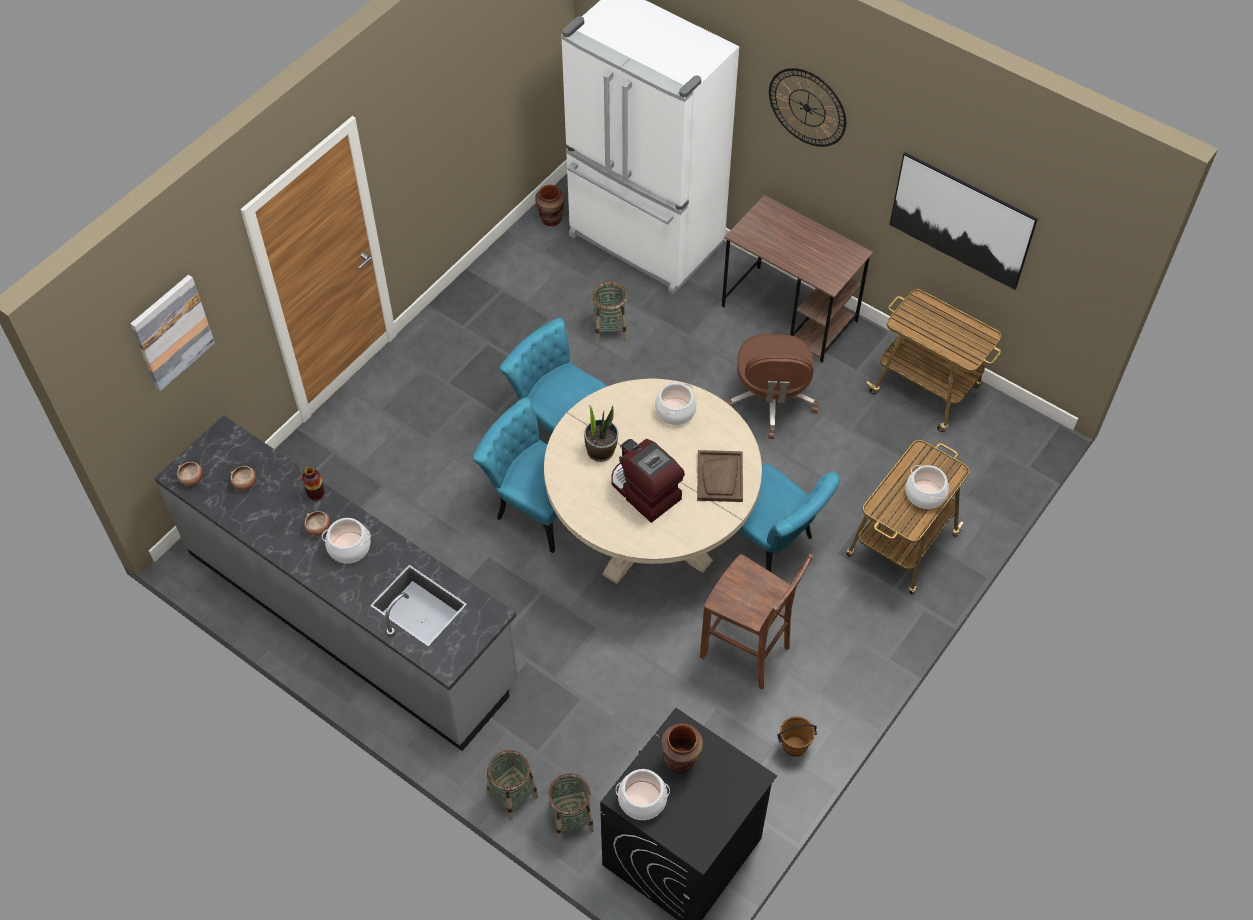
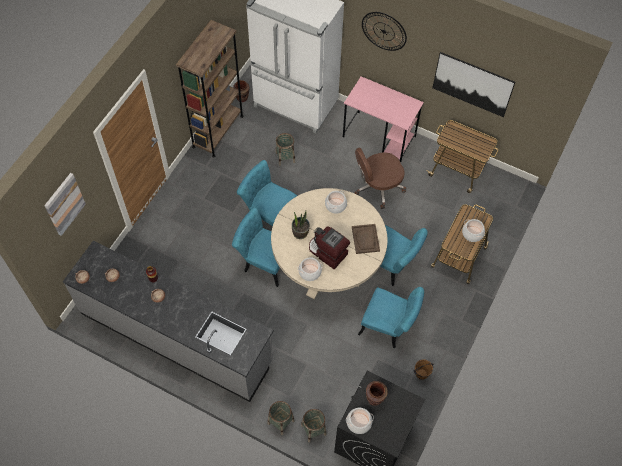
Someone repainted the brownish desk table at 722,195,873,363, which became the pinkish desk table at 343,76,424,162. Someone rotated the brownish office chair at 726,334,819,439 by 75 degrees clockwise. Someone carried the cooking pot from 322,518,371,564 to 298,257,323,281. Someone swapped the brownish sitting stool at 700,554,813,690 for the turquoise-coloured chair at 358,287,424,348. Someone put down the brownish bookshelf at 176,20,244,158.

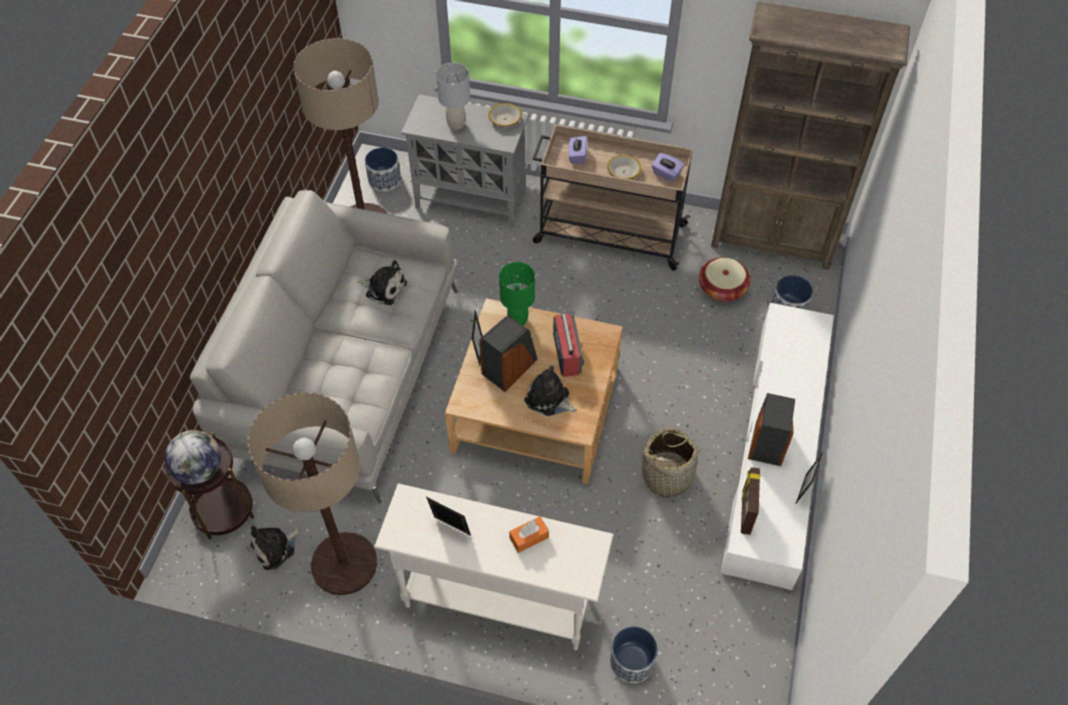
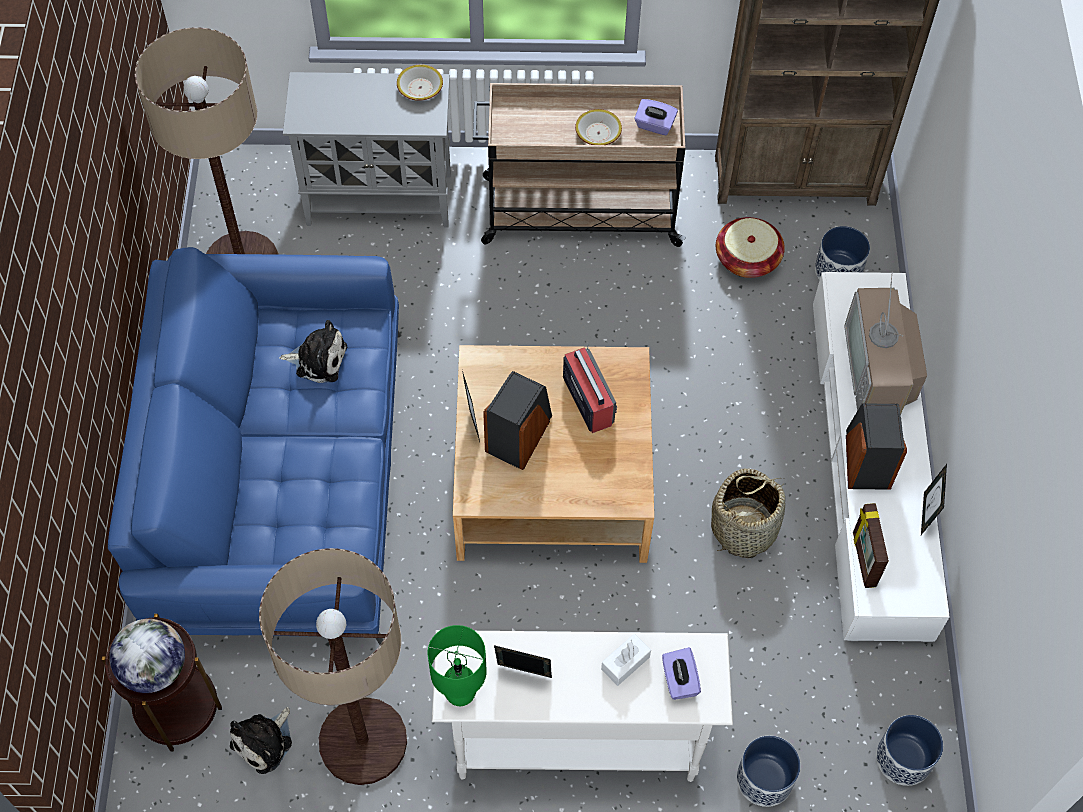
Someone took away the grey lamp for a table at 436,63,470,130. Someone carried the purplish box of tissues from 568,136,587,164 to 662,647,701,700. Someone carried the flower pot from 365,147,401,192 to 876,715,943,786. Someone repainted the grey settee at 190,190,458,504, which became the bluish settee at 108,247,401,645. Someone carried the greenish lamp for a table from 499,262,535,326 to 428,625,487,706. Someone took away the plush toy at 524,365,577,416. Someone repainted the orange-coloured box of tissues at 509,516,549,553, which became the white box of tissues at 601,634,651,686. Someone put down the TV at 845,271,927,413.

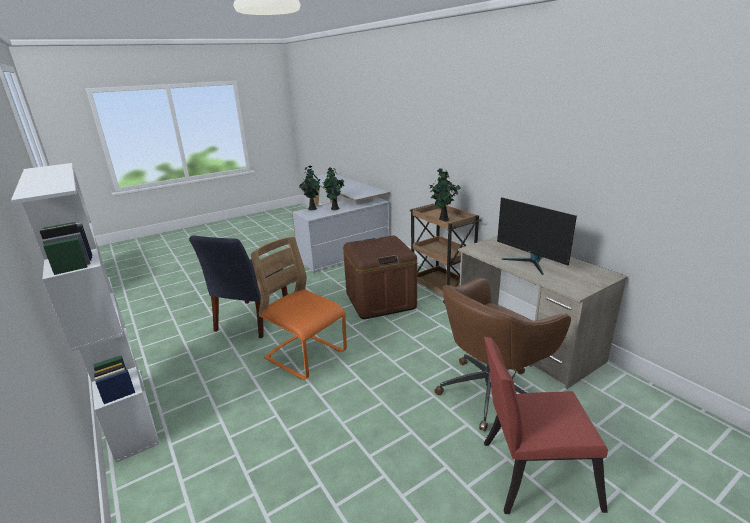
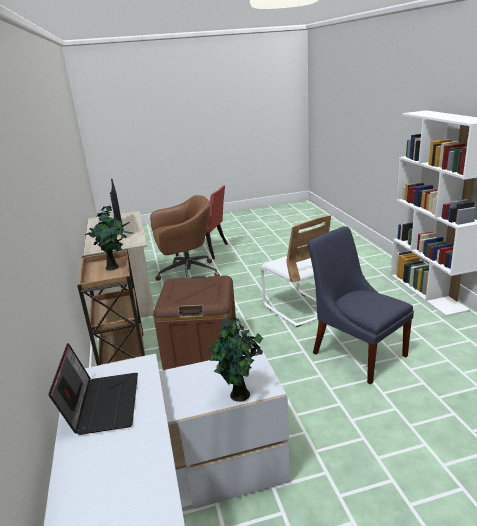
Someone took away the plant in a pot at 323,167,345,210. Someone rotated the bluish chair at 189,235,288,338 by 75 degrees counterclockwise. Someone repainted the orange-coloured chair at 251,236,347,380, which became the white chair at 260,215,331,327. Someone put down the portable computer at 48,343,138,435.

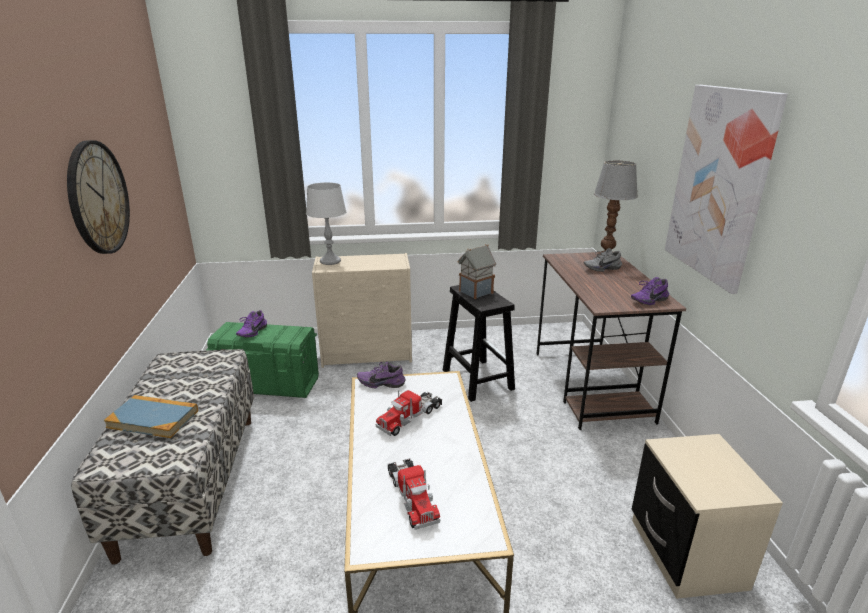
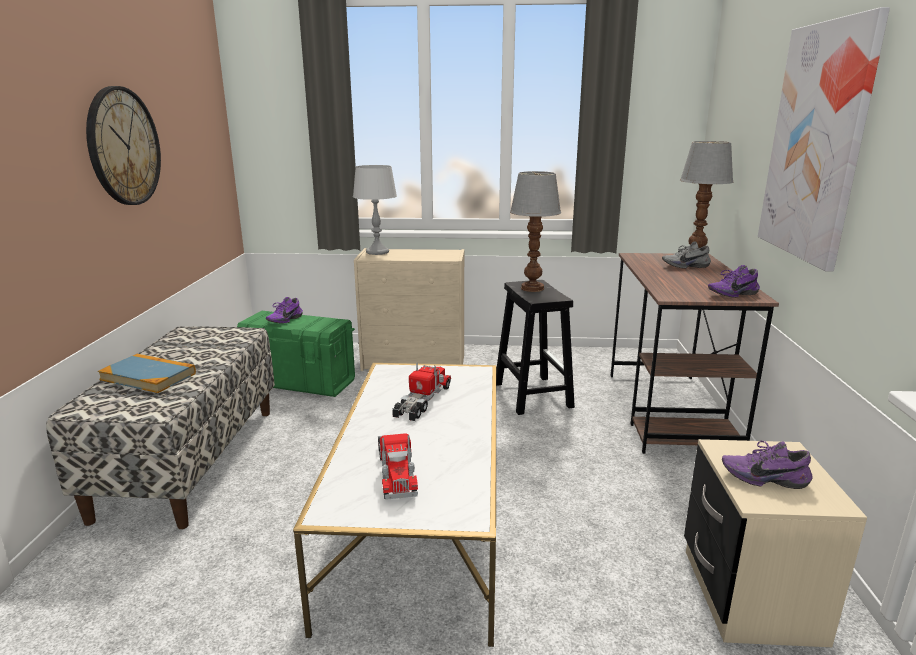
Someone swapped the model house at 458,244,496,299 for the lamp for a table at 510,171,561,292. Someone carried the purplish shoe from 357,362,405,389 to 722,441,813,489. Someone rotated the toy lorry at 376,390,442,436 by 150 degrees clockwise.

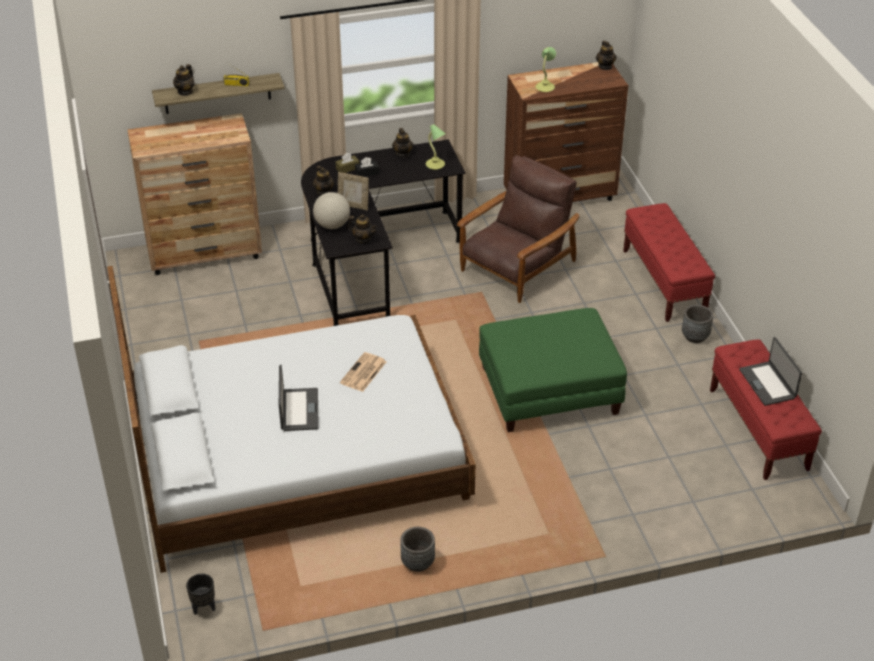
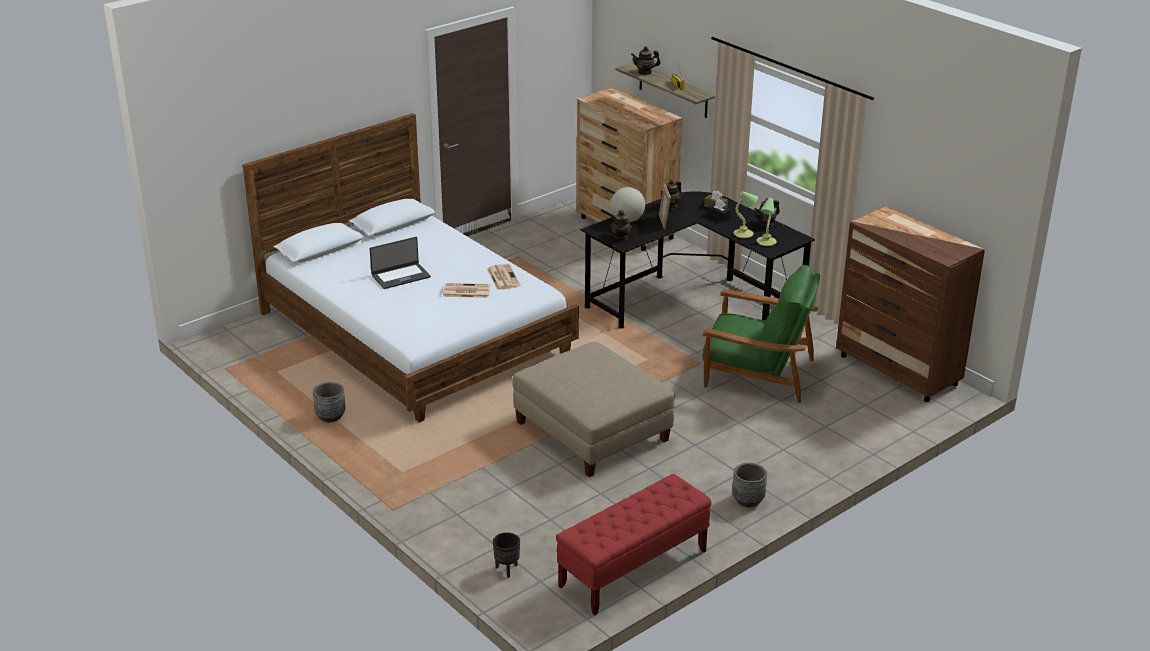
Someone took away the pot for tea at 596,41,617,70. Someone carried the lamp for a table from 536,47,556,92 to 734,191,758,238. Someone repainted the brownish easy chair at 457,155,579,303, which became the greenish easy chair at 702,265,820,403. Someone took away the red-coloured bench at 623,203,715,322. Someone repainted the greenish ottoman at 479,308,627,432, which became the beige-coloured ottoman at 513,342,675,477. Someone took away the portable computer at 739,337,802,406. Someone carried the black-coloured flower pot from 186,574,215,615 to 493,532,520,578. Someone put down the newspaper at 487,264,520,290.

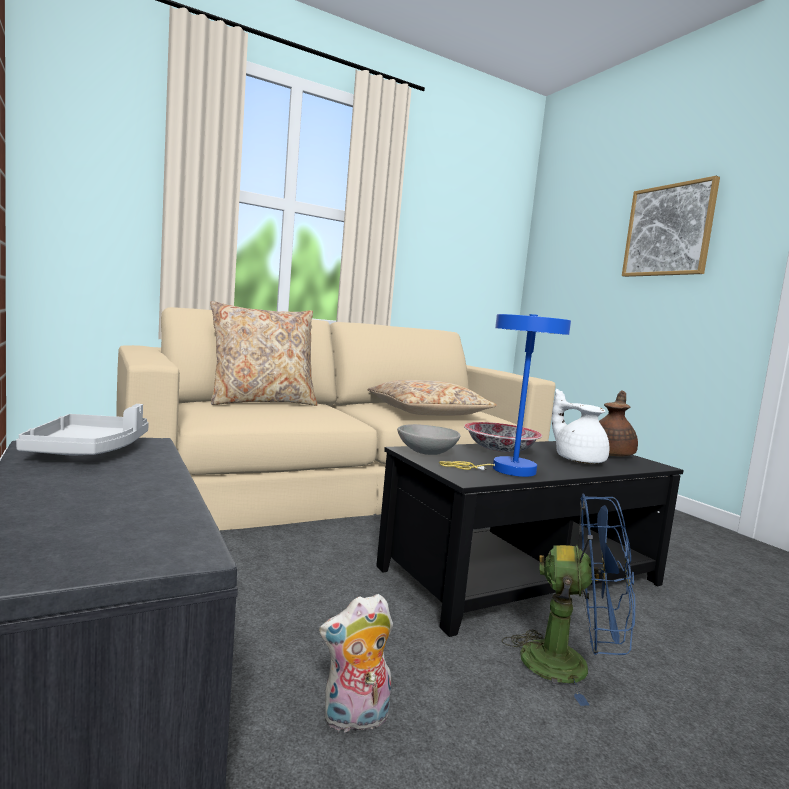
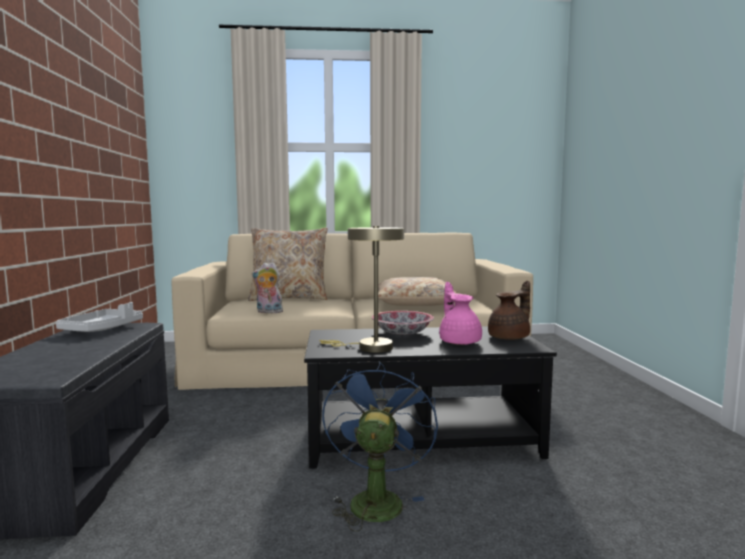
Someone took away the wall picture at 622,176,720,277. Someone repainted the bluish lamp for a table at 439,314,571,477, which became the beige-coloured lamp for a table at 319,226,404,353. Someone repainted the white pot for tea at 552,389,610,464, which became the pinkish pot for tea at 439,282,482,345. Someone took away the grey serving bowl at 397,424,461,455. Someone rotated the bluish cooling fan at 502,494,635,706 by 120 degrees counterclockwise. Someone carried the plush toy from 319,594,393,734 to 252,262,285,313.

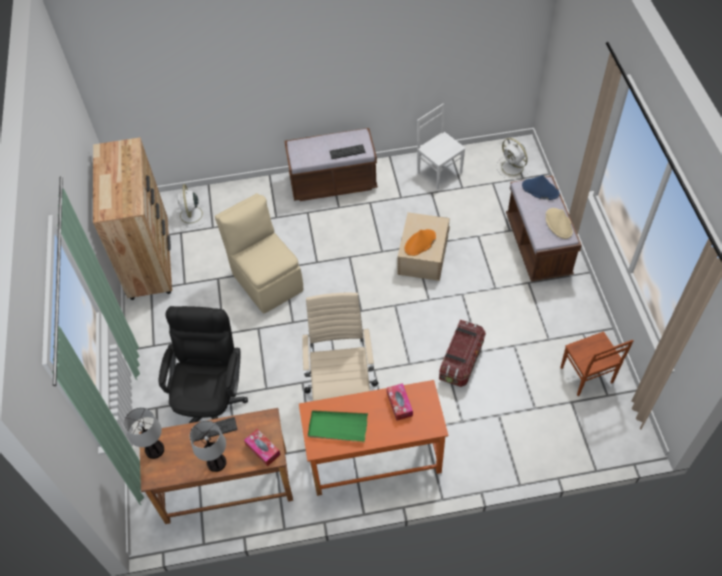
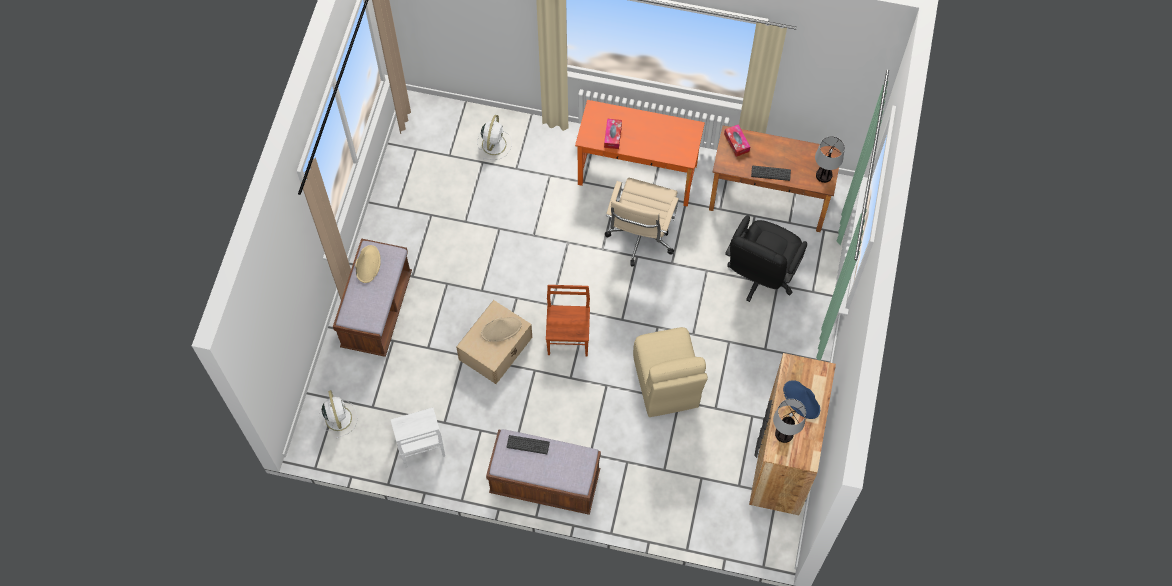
Someone carried the bluish wearable hat from 522,175,560,200 to 783,380,820,419. Someone carried the white cooling fan from 176,184,208,228 to 477,115,512,160. Someone repainted the orange-coloured wearable hat at 404,229,436,256, which became the beige-coloured wearable hat at 481,317,522,342. Someone took away the storage box at 439,320,486,387. Someone carried the brownish chair from 560,331,634,396 to 546,285,590,356. Someone took away the greenish carrying tray at 308,410,368,442. Someone carried the lamp for a table from 190,421,226,472 to 773,399,806,443.

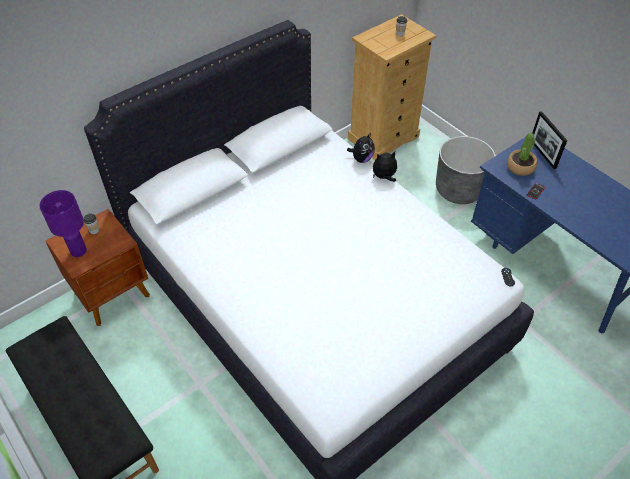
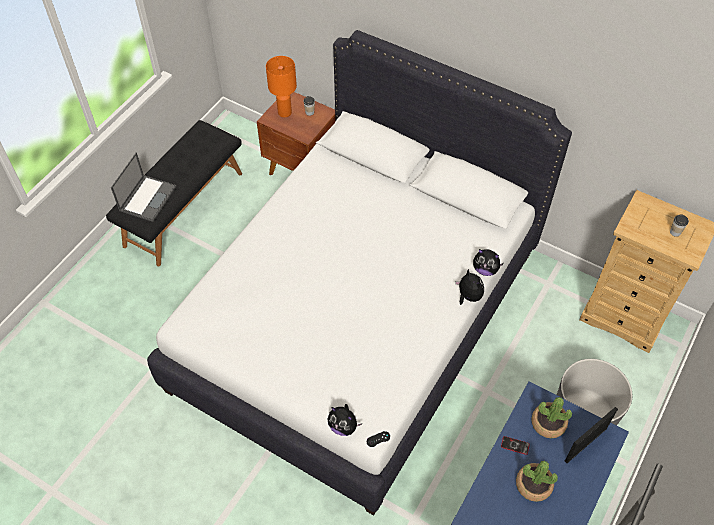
Someone repainted the purplish lamp for a table at 39,190,87,257, which became the orange-coloured lamp for a table at 266,56,297,117. Someone put down the portable computer at 111,153,176,222. Someone put down the plush toy at 327,404,362,436. Someone put down the plant in a pot at 516,460,558,502.

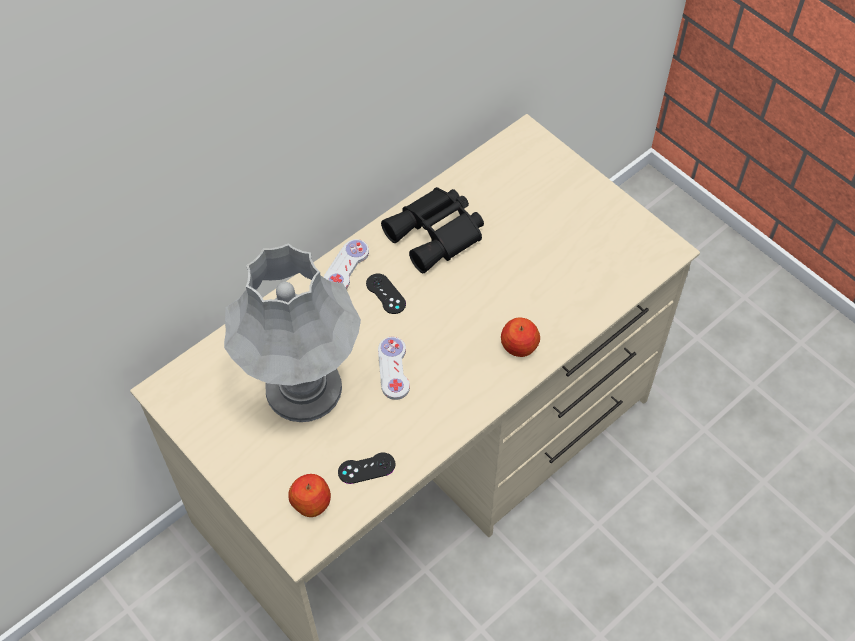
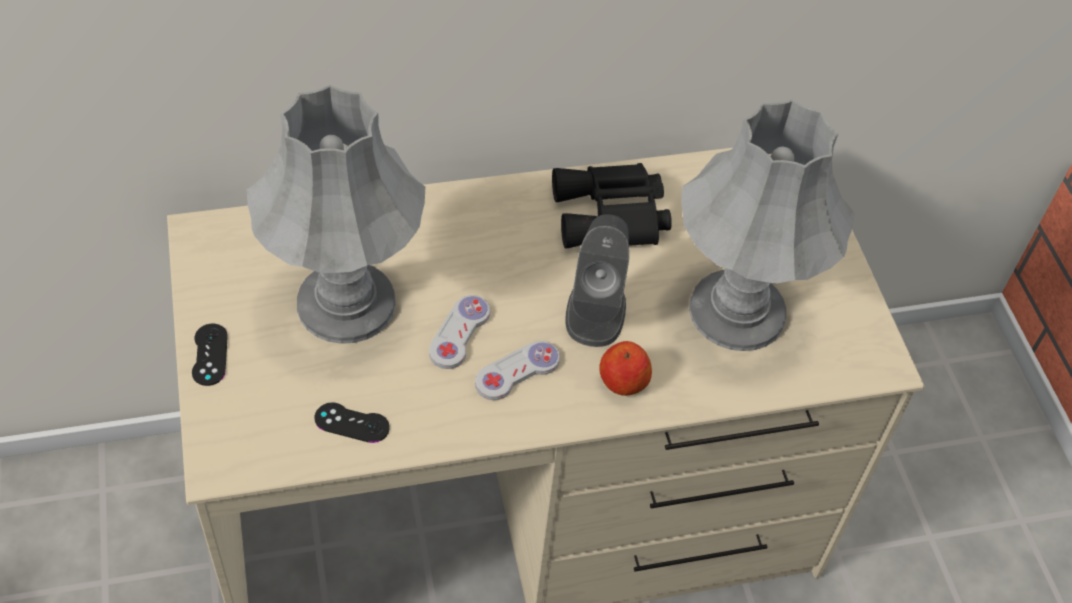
Someone carried the white game controller from 324,239,369,289 to 475,341,560,400. Someone carried the black-coloured game controller from 366,274,406,314 to 192,324,228,386. Someone took away the apple fruit at 288,474,331,517. Someone put down the grey lamp for a table at 681,99,855,351. Someone put down the grey loudspeaker at 565,214,629,347.

